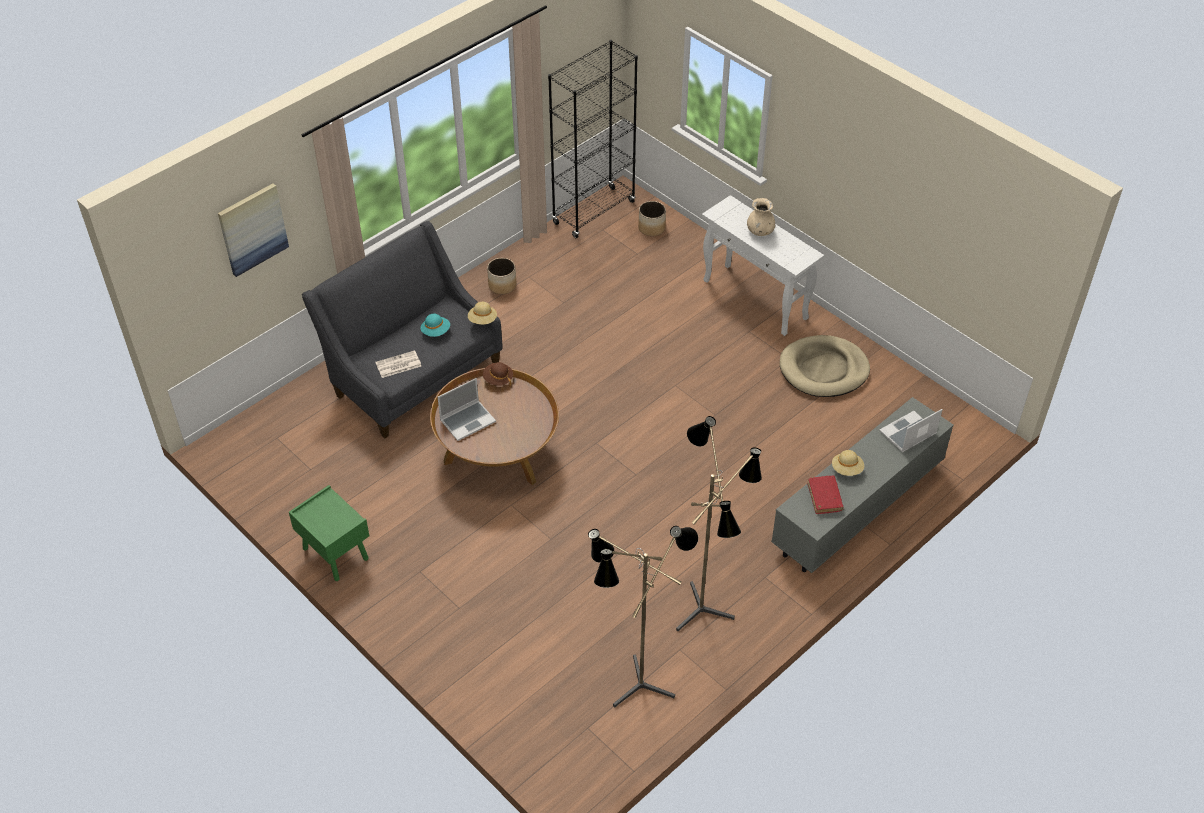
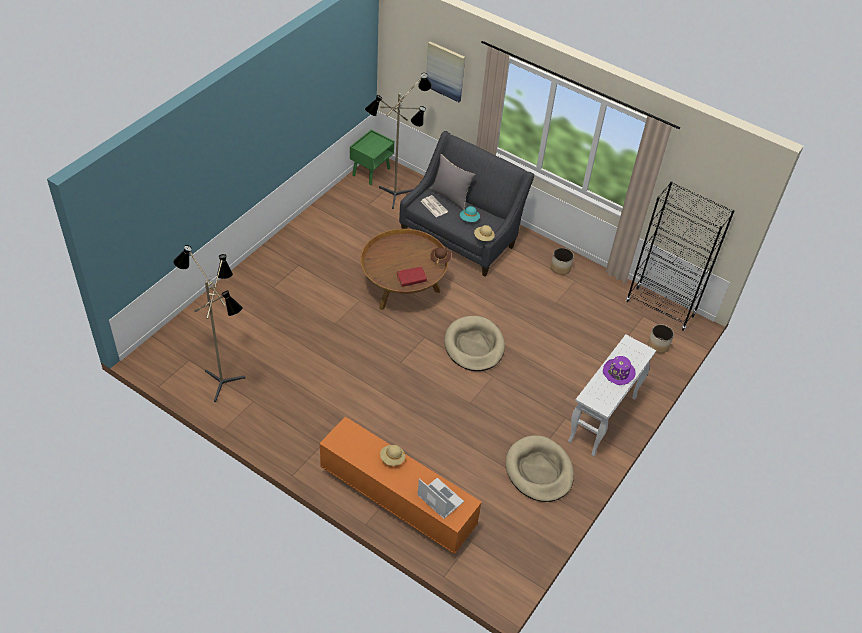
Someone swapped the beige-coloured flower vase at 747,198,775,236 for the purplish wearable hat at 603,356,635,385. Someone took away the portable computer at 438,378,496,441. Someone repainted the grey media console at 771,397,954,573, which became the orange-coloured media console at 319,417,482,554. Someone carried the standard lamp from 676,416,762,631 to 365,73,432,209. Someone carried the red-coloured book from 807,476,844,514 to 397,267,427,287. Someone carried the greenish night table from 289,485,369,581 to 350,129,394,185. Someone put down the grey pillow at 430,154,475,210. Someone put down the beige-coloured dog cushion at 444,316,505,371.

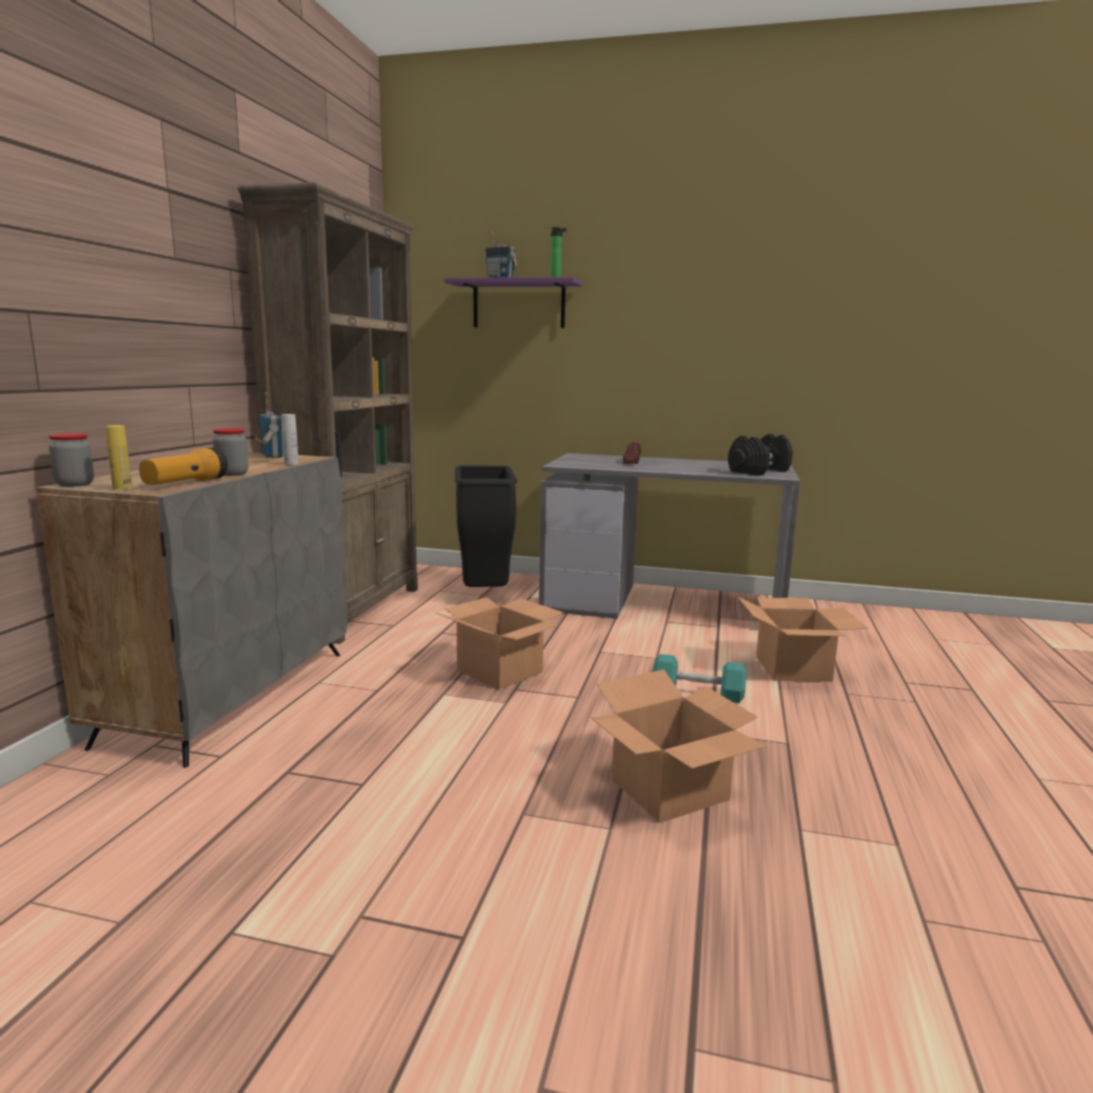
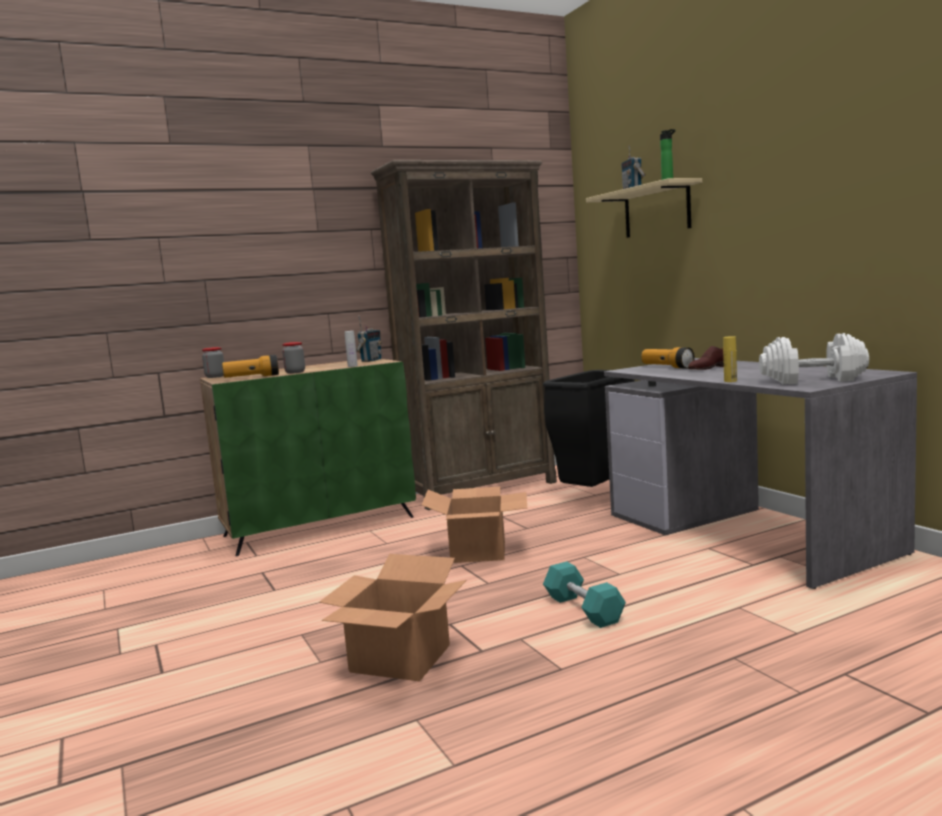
Someone repainted the purplish bracket shelf at 444,277,582,328, which became the beige-coloured bracket shelf at 586,178,702,238. Someone carried the yellow bottle from 105,425,132,490 to 723,336,737,382. Someone repainted the black-coloured hand weight at 728,434,793,475, which became the white hand weight at 759,333,869,384. Someone repainted the grey cabinet at 36,452,347,768, which became the greenish cabinet at 200,359,416,556. Someone took away the carton at 737,596,869,682. Someone put down the torch at 642,347,695,369.

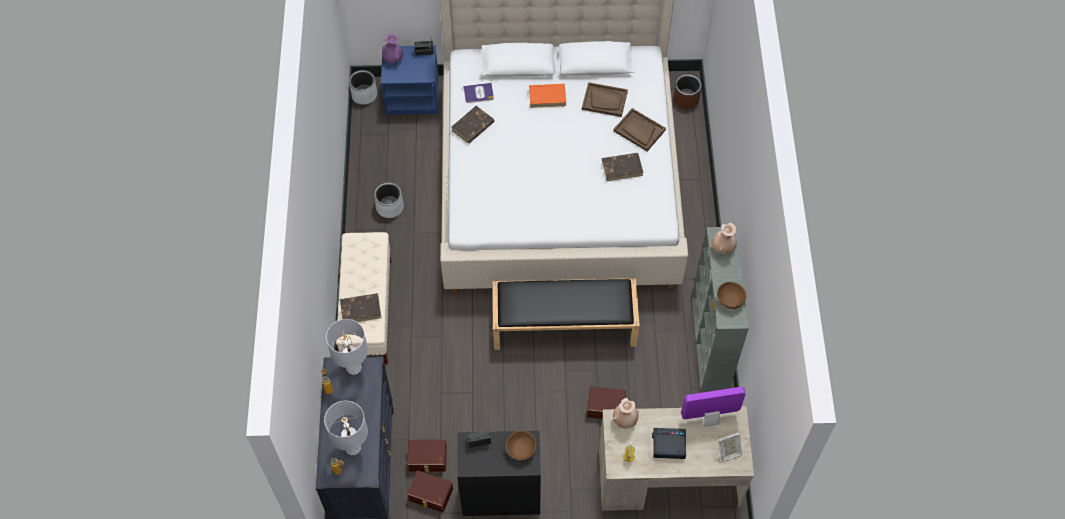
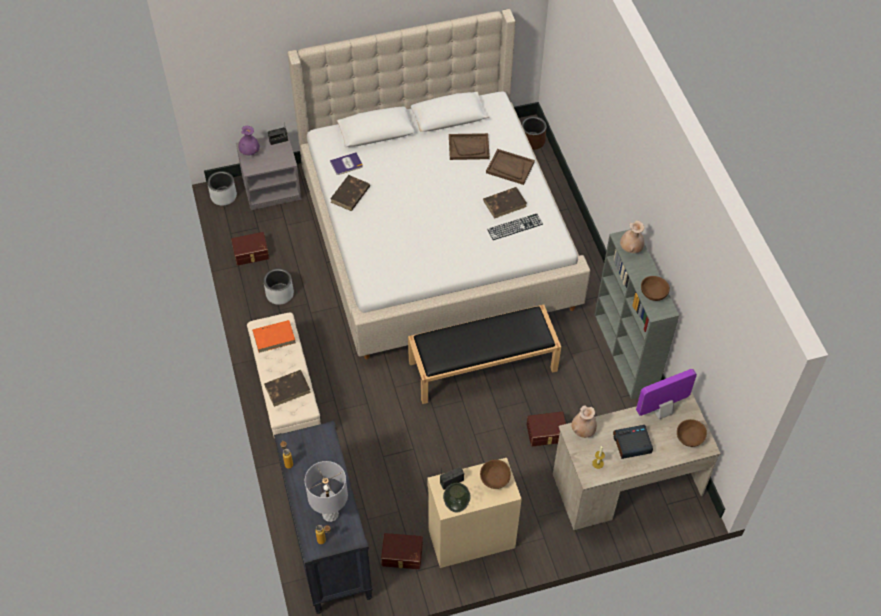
Someone repainted the bluish night table at 381,45,439,115, which became the grey night table at 236,132,302,210. Someone carried the orange-coloured book from 529,84,566,108 to 252,320,296,353. Someone took away the grey lamp for a table at 326,319,368,375. Someone repainted the black-coloured cabinet at 457,431,541,516, which became the beige-coloured cabinet at 427,458,522,568. Someone swapped the standing frame at 718,432,742,462 for the brownish serving bowl at 677,419,707,447. Someone carried the brownish storage box from 407,440,447,472 to 231,232,269,266. Someone put down the PC keyboard at 487,214,543,240. Someone put down the flower vase at 443,483,471,512.

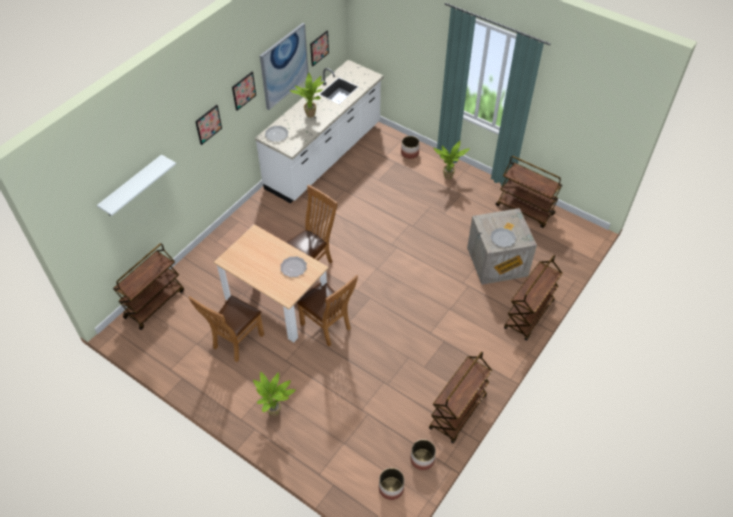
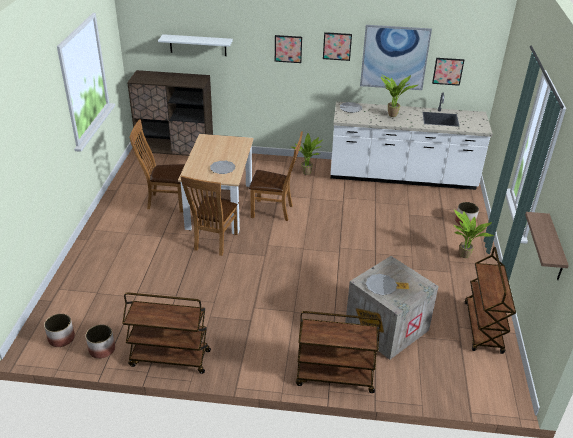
Someone swapped the brownish wheeled cart at 113,243,184,330 for the brownish cabinet at 127,70,213,158. Someone carried the plant in a pot from 253,372,295,416 to 291,133,323,175. Someone put up the bracket shelf at 525,212,569,280.

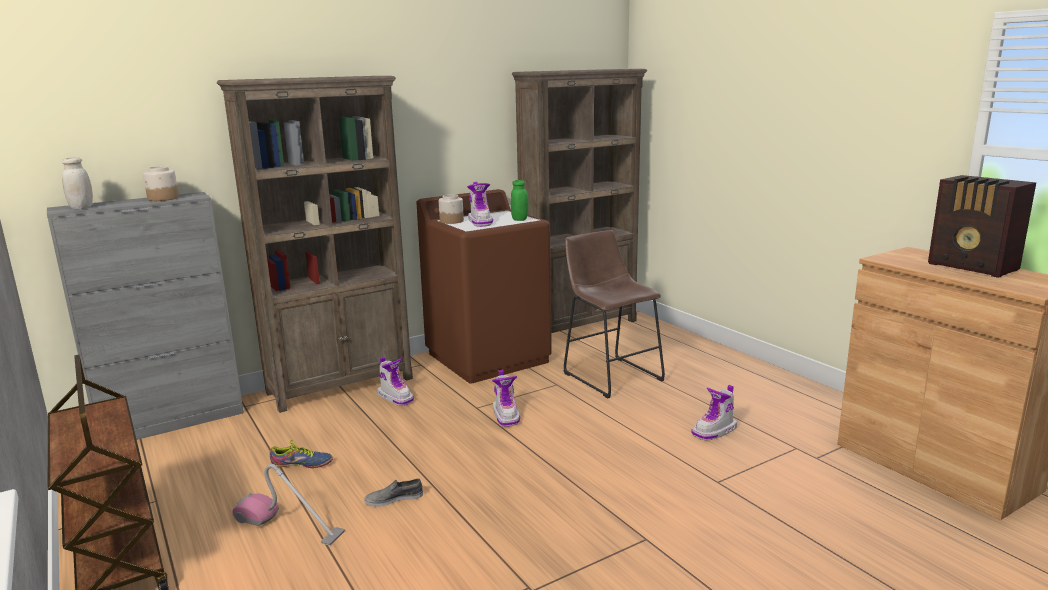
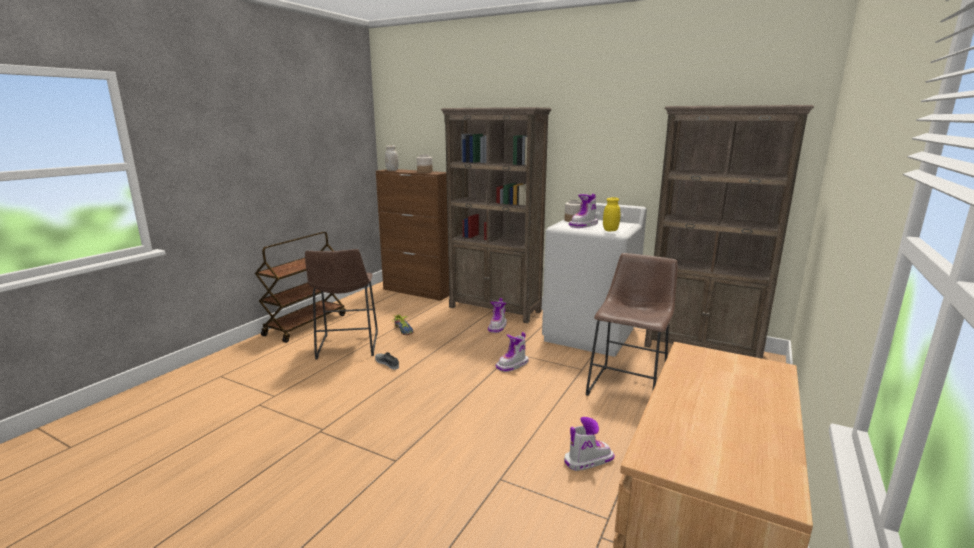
Someone took away the radio at 928,175,1036,278. Someone repainted the greenish storage jar at 511,180,529,221, which became the yellow storage jar at 603,197,620,231. Someone repainted the brownish laundry appliance at 417,189,552,383, which became the white laundry appliance at 542,203,647,356. Someone repainted the grey cabinet at 47,192,244,440, which became the brownish cabinet at 376,169,449,301. Someone rotated the tall boot at 691,385,737,441 by 135 degrees clockwise. Someone swapped the vacuum cleaner at 232,464,345,546 for the brownish sitting stool at 305,249,378,359.

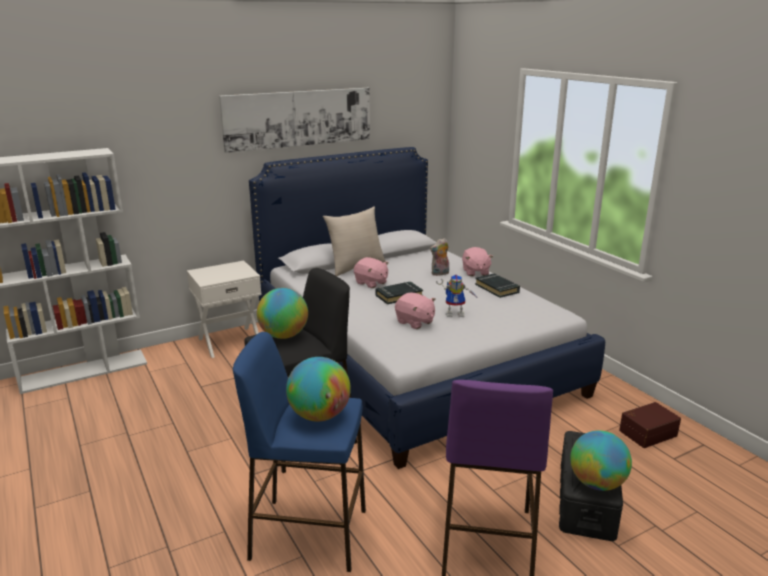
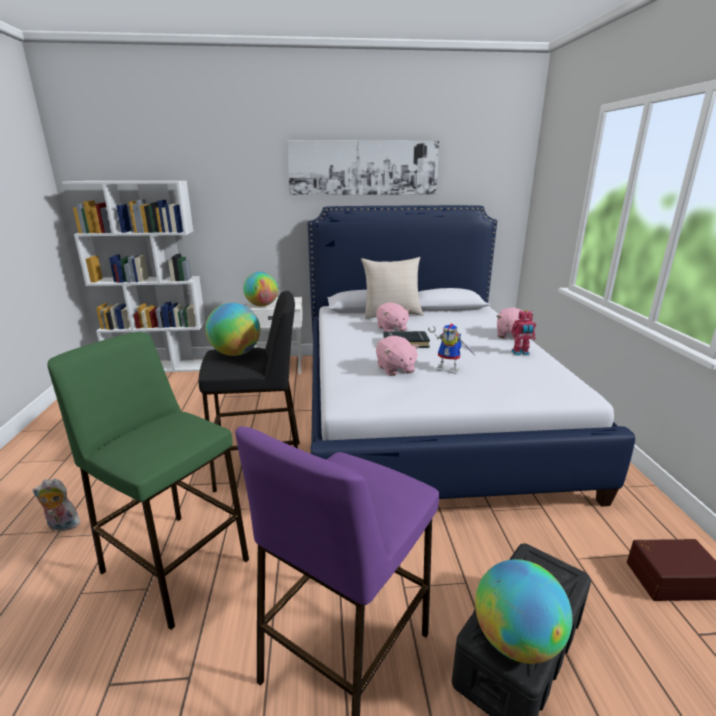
Someone carried the plush toy from 430,238,449,276 to 33,479,80,531. Someone swapped the black-coloured book at 475,273,520,298 for the robot figure at 511,310,536,356. Someone repainted the bluish sitting stool at 233,332,366,572, which became the greenish sitting stool at 47,332,249,630. Someone carried the globe from 286,357,351,422 to 243,272,279,306.

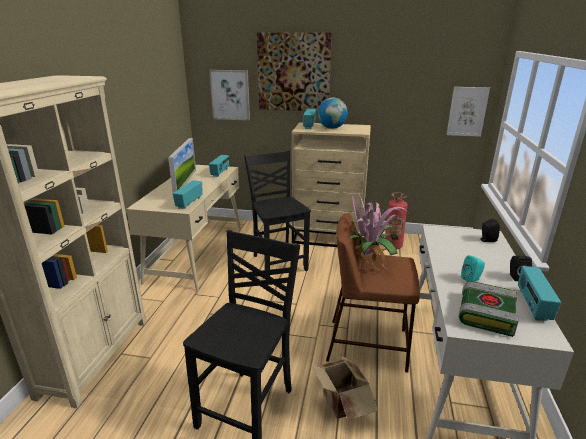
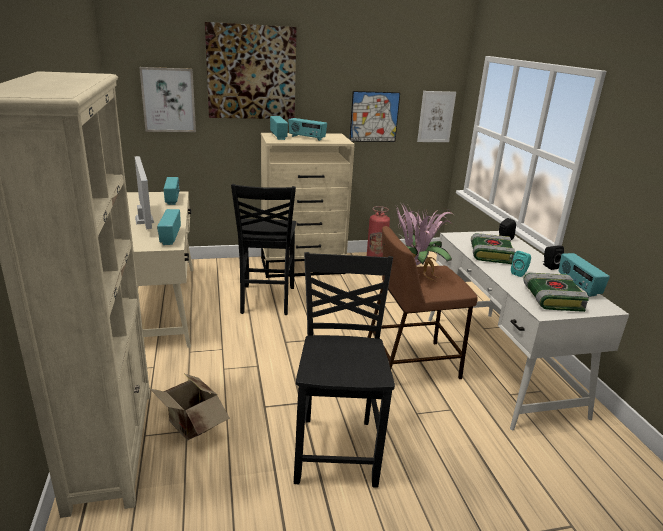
Someone swapped the globe at 318,98,348,129 for the radio at 288,118,327,141. Someone rotated the black-coloured chair at 244,151,311,276 by 135 degrees counterclockwise. Someone carried the carton from 310,356,378,421 to 149,373,230,440. Someone put up the wall picture at 349,91,400,142. Someone put down the book at 471,233,515,264.

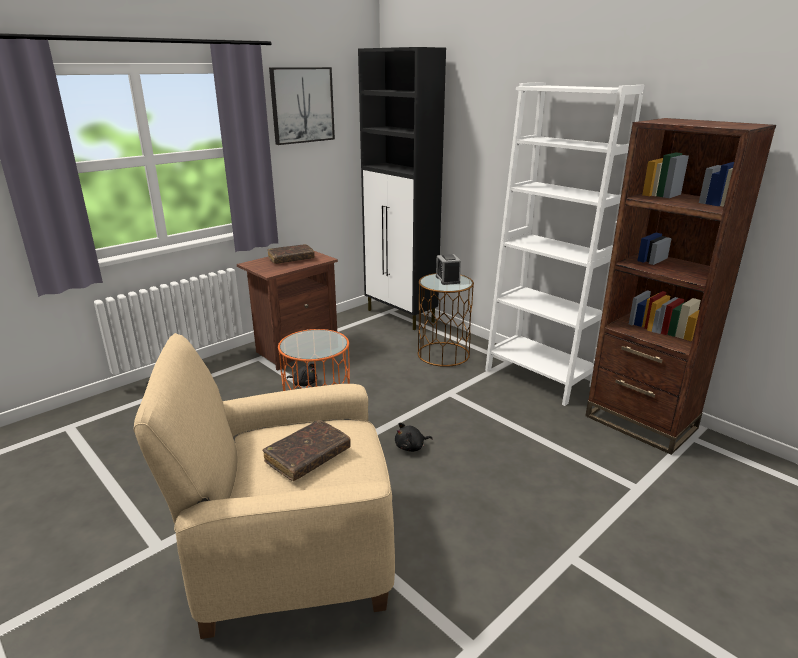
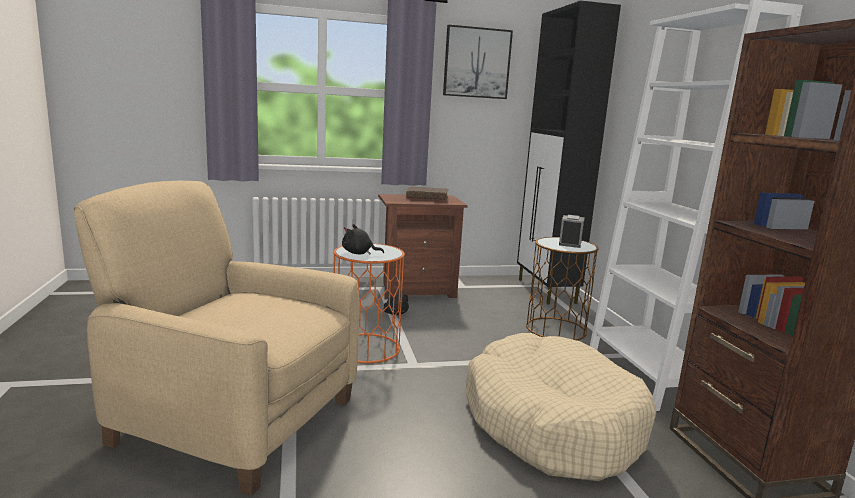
Someone took away the brownish book at 262,420,351,481. Someone carried the black-coloured plush toy from 395,423,433,452 to 342,224,384,255. Someone put down the beige-coloured dog cushion at 466,333,656,481.

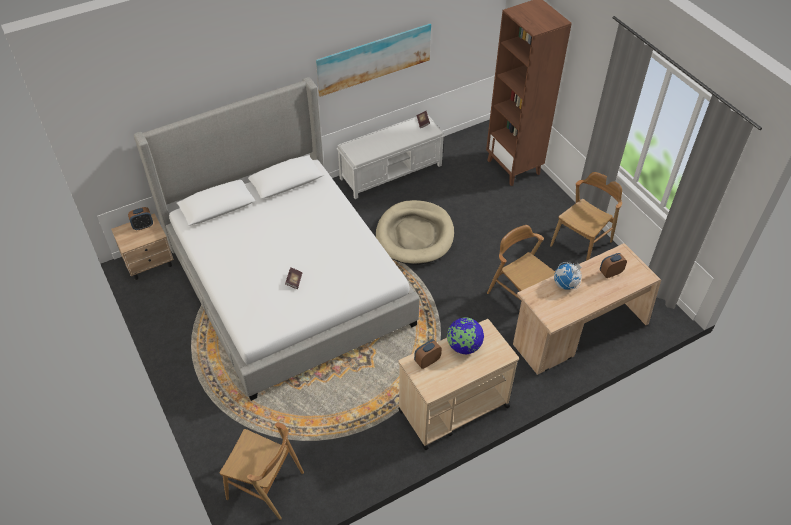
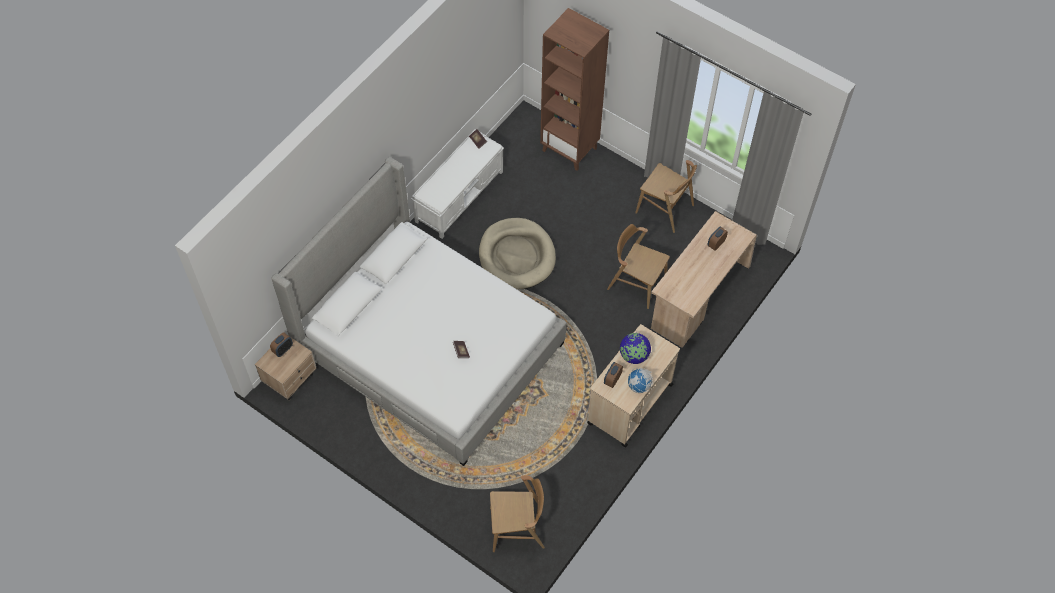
Someone took away the wall picture at 316,24,431,97. Someone rotated the brownish chair at 550,172,622,261 by 105 degrees clockwise. Someone carried the globe from 554,262,582,289 to 628,368,653,393.

